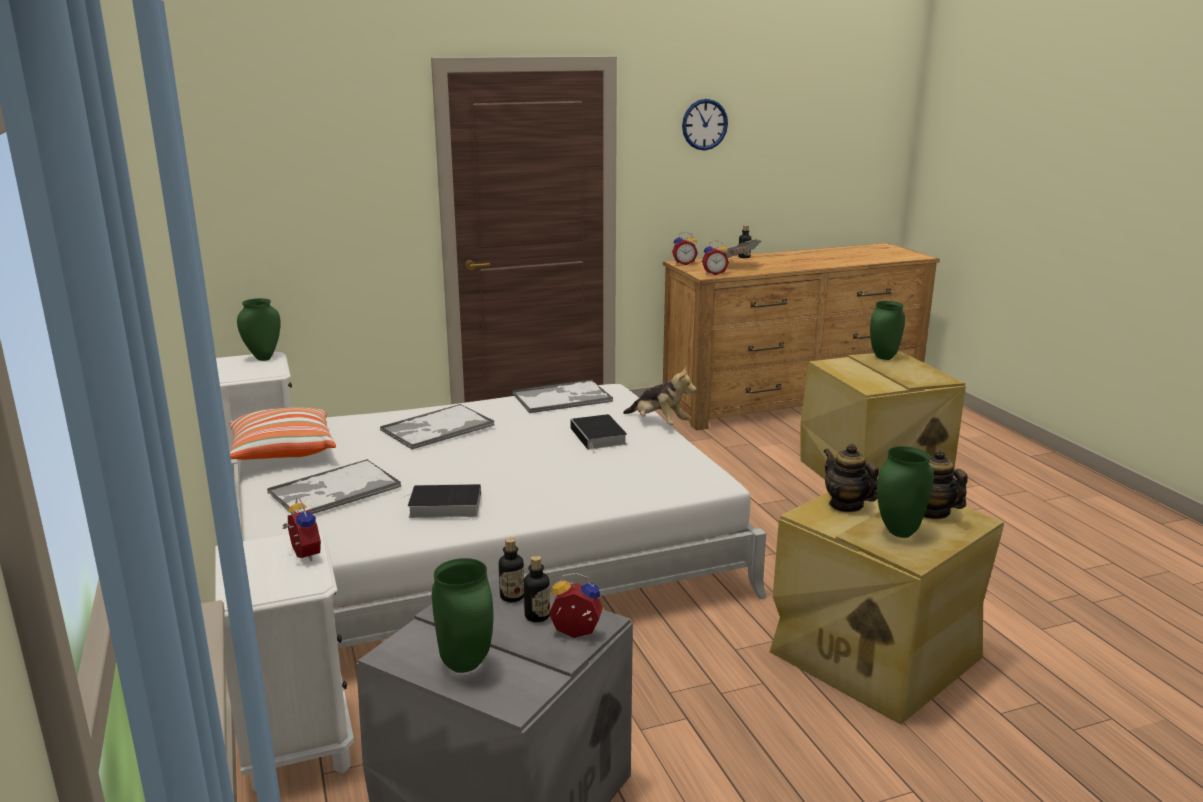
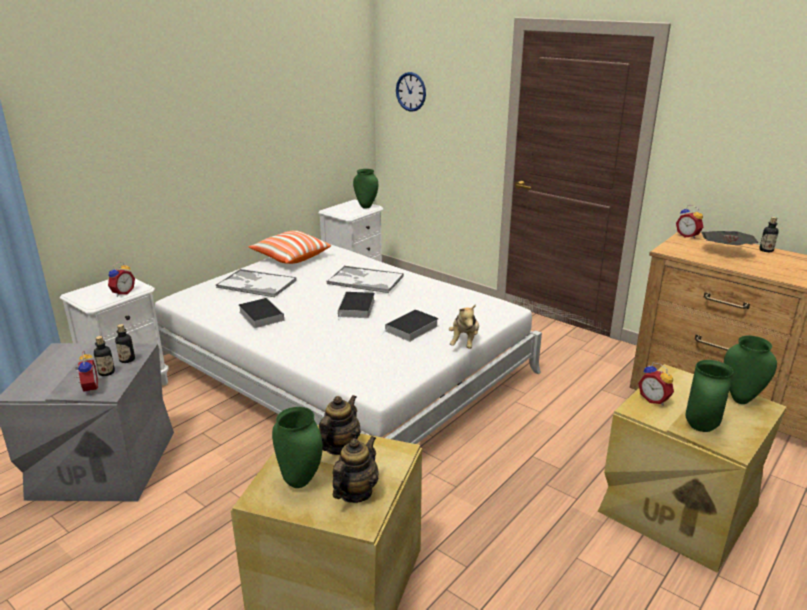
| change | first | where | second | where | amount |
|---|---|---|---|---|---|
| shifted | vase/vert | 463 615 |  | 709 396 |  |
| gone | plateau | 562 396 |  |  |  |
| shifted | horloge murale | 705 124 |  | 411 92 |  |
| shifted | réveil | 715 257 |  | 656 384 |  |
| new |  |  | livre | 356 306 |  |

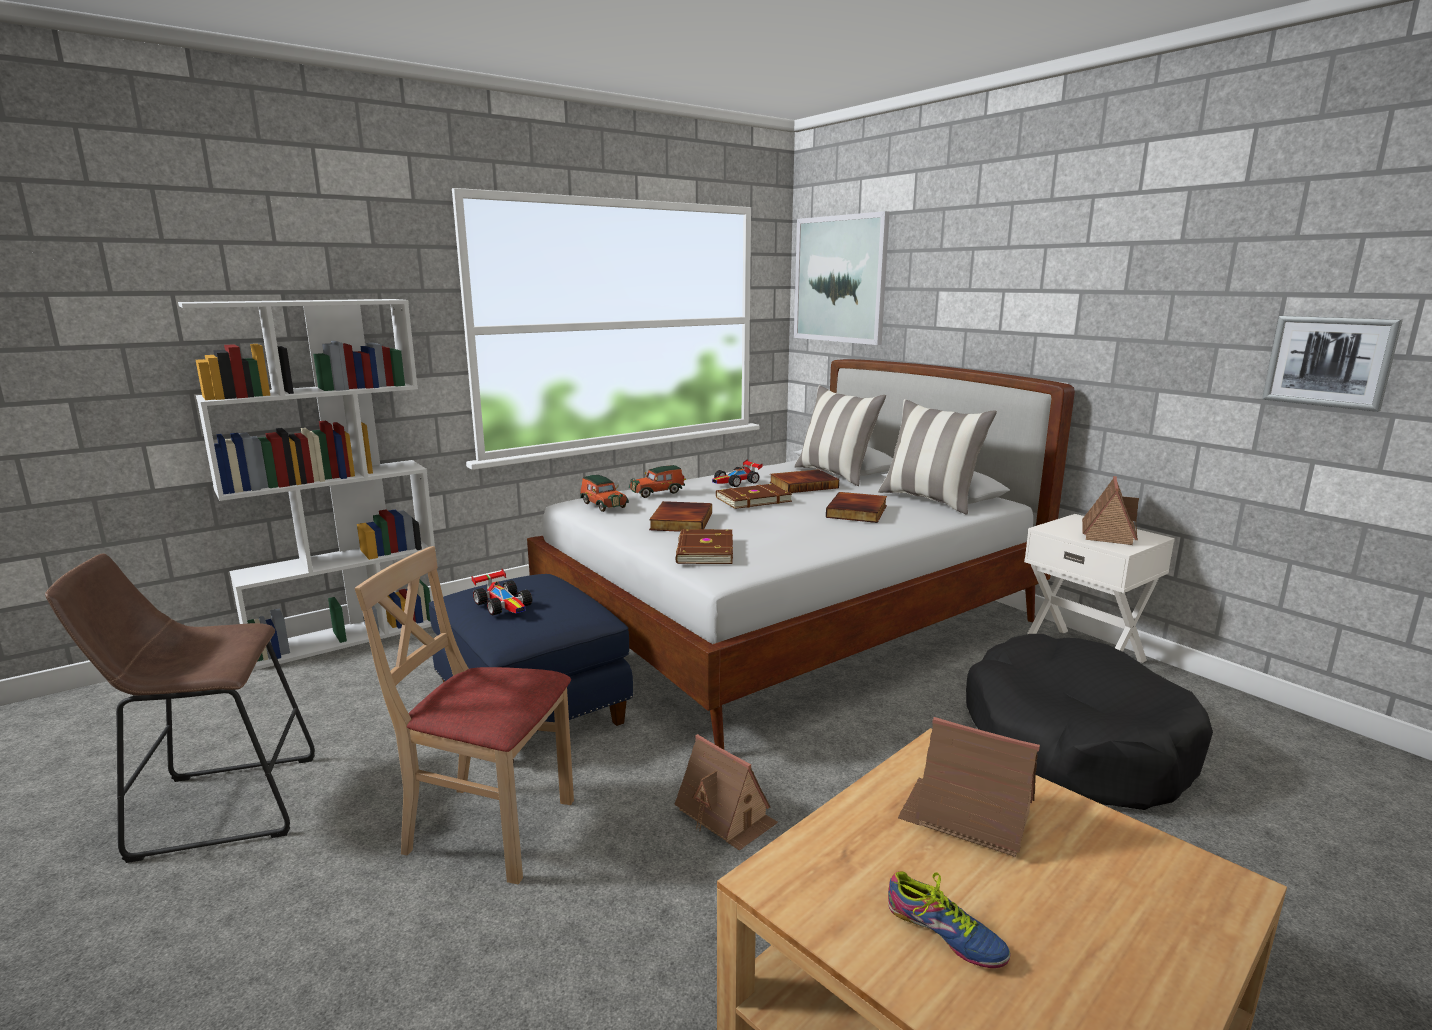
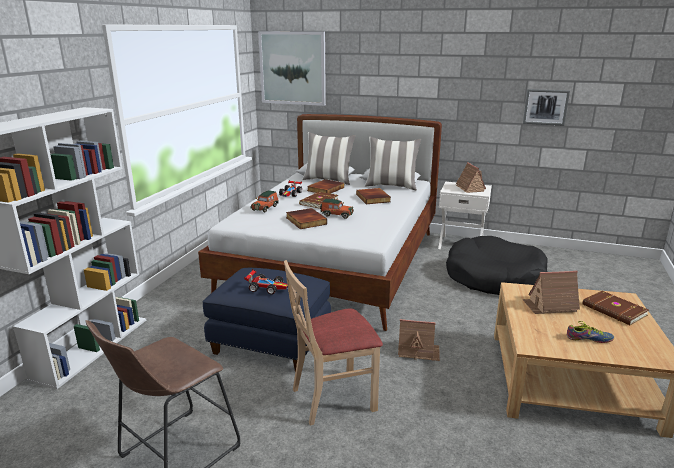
| change | first | where | second | where | amount |
|---|---|---|---|---|---|
| shifted | petite voiture | 604 493 |  | 337 209 |  |
| shifted | livre/marron | 704 546 |  | 615 308 |  |

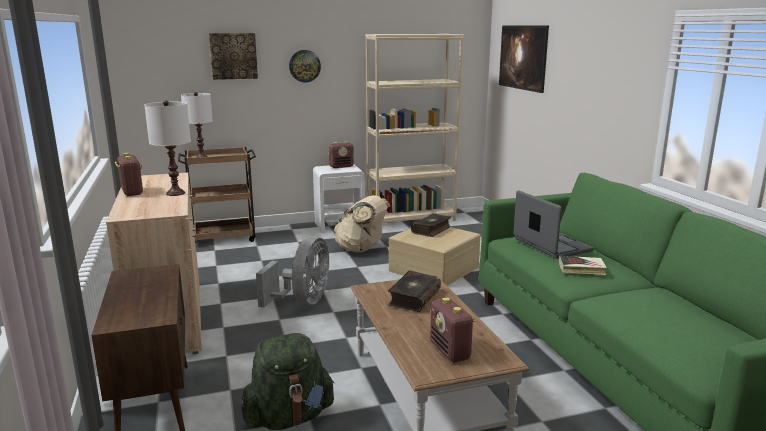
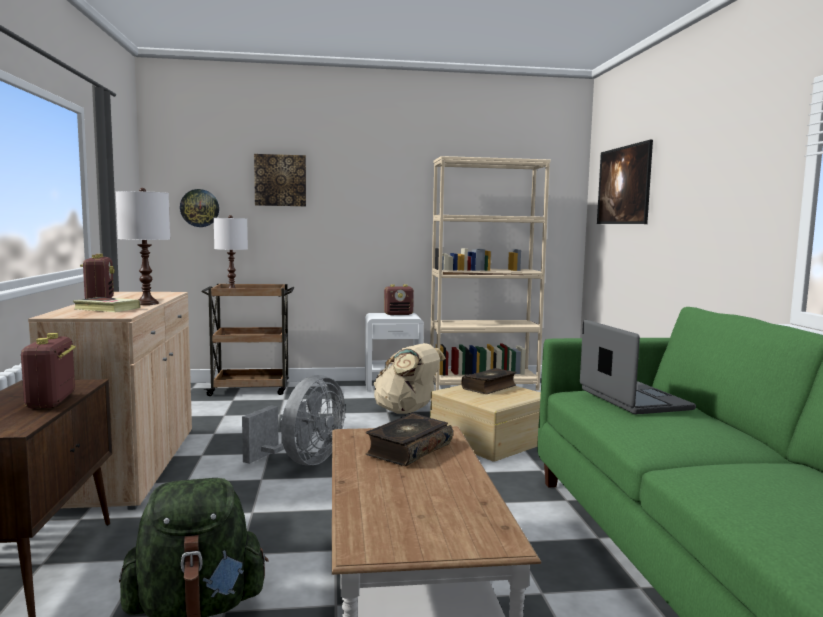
| change | first | where | second | where | amount |
|---|---|---|---|---|---|
| shifted | horloge murale | 305 66 |  | 199 208 |  |
| shifted | radio | 452 329 |  | 48 370 |  |
| shifted | livre | 583 265 |  | 107 304 |  |

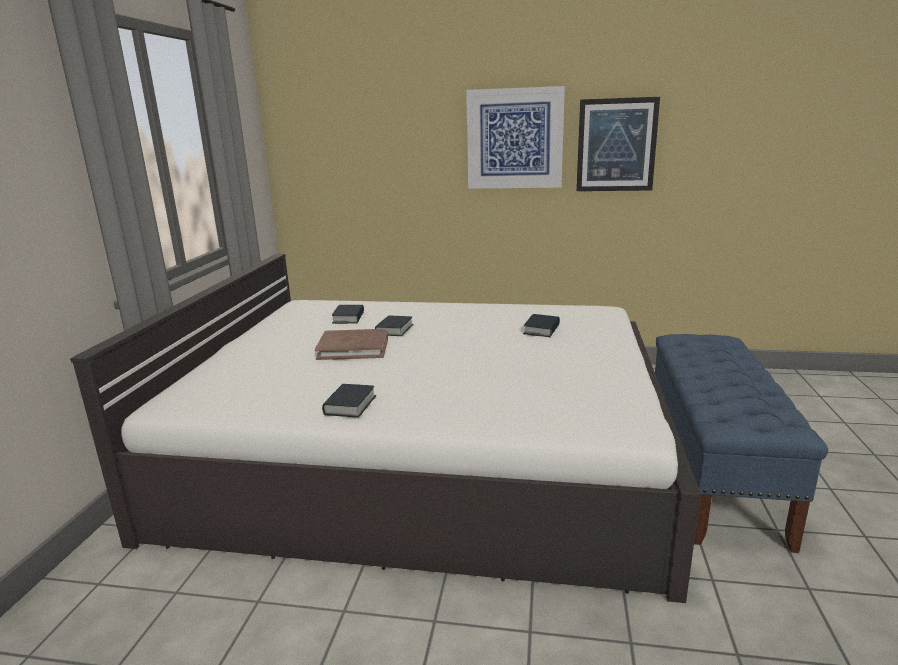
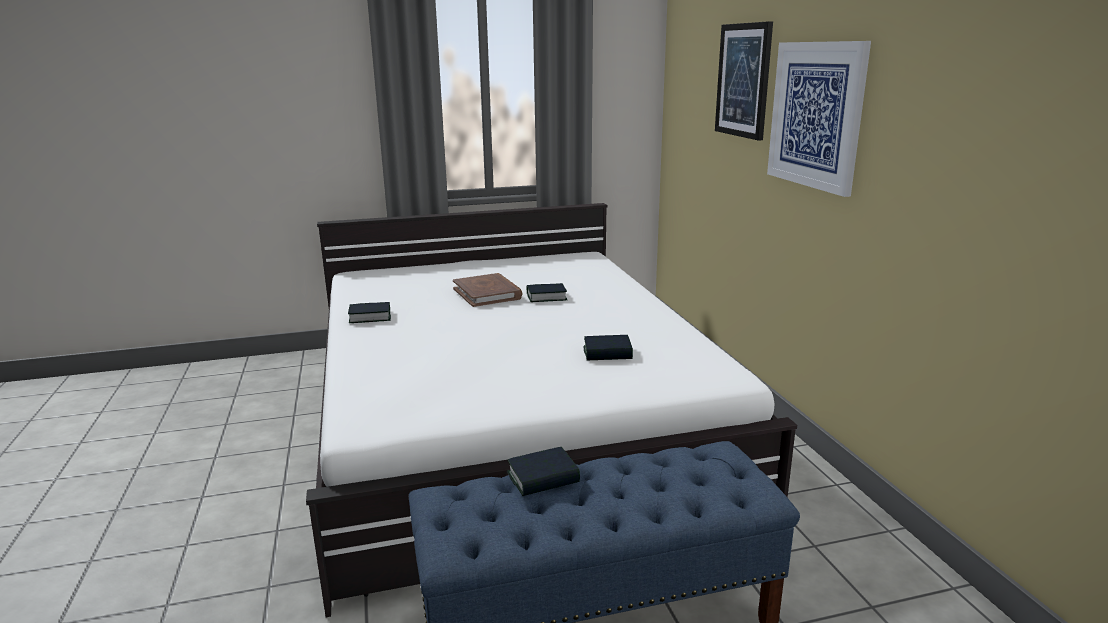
| change | first | where | second | where | amount |
|---|---|---|---|---|---|
| shifted | livre | 348 314 |  | 543 471 |  |
| shifted | tableau | 618 144 |  | 744 80 |  |

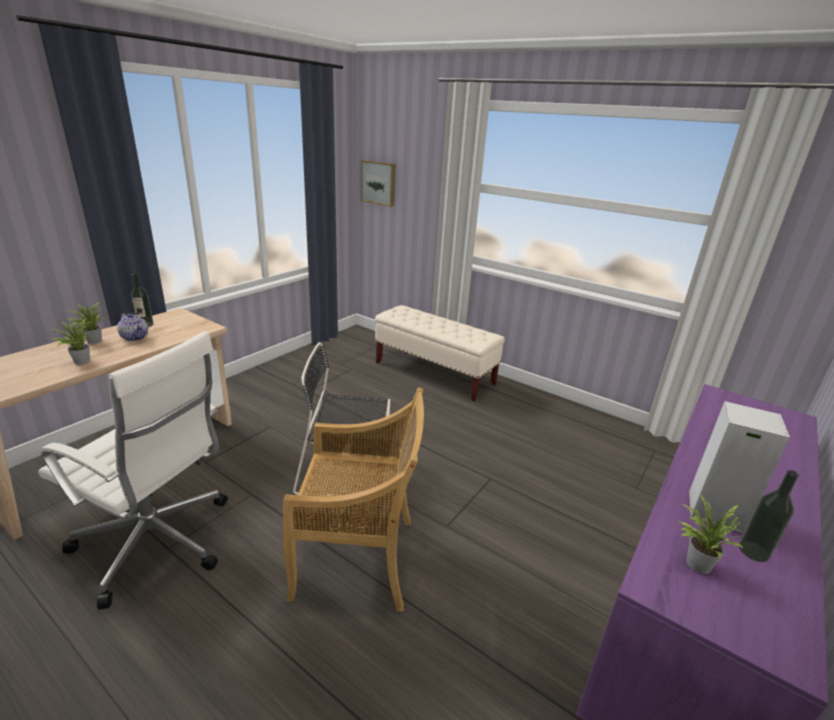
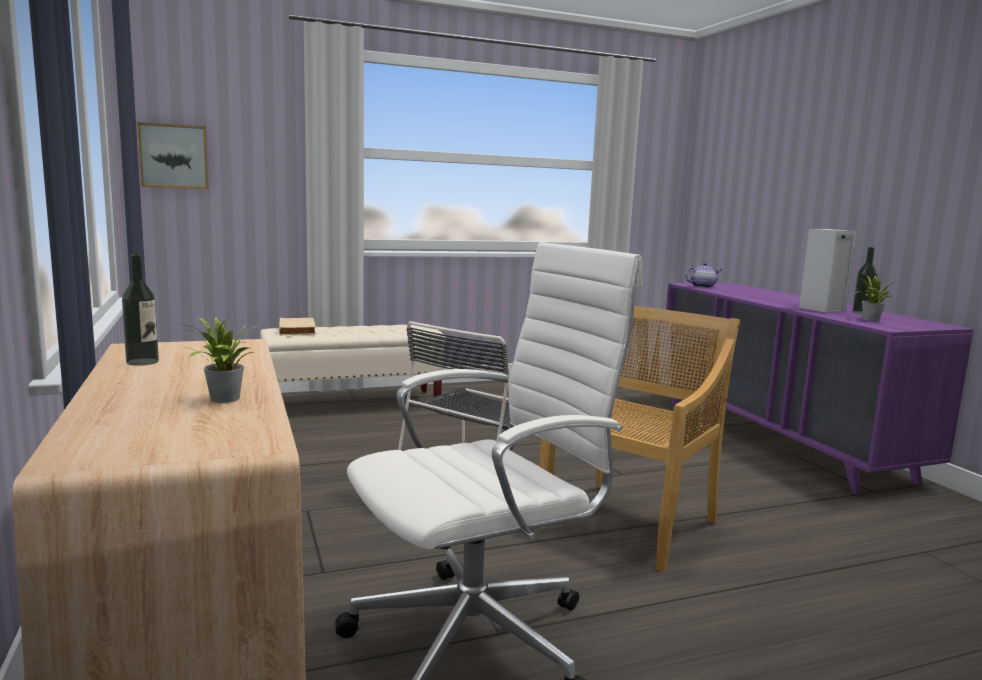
| change | first | where | second | where | amount |
|---|---|---|---|---|---|
| gone | plante en pot | 85 323 |  |  |  |
| shifted | théière | 132 327 |  | 703 275 |  |
| new |  |  | livre/beige | 297 327 |  |

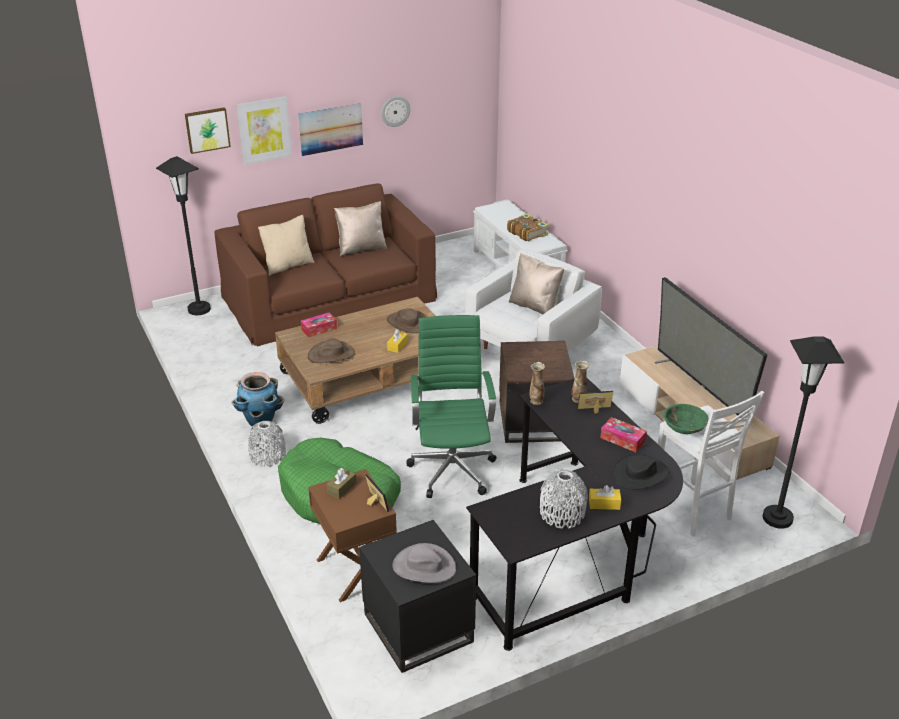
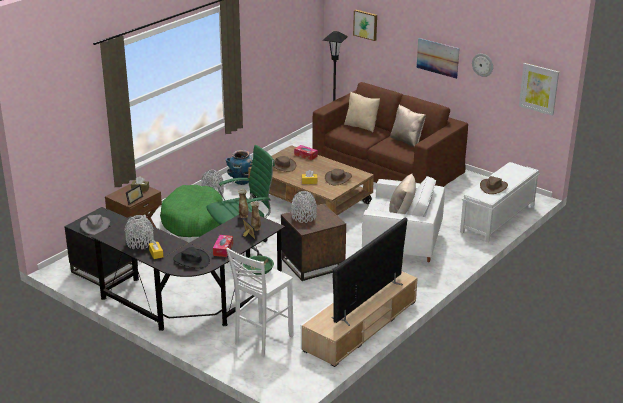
| change | first | where | second | where | amount |
|---|---|---|---|---|---|
| shifted | tableau | 264 130 |  | 539 89 |  |
| swapped | livre | 528 227 | chapeau/marron | 494 185 |  |
| gone | lampadaire/noir | 803 432 |  |  |  |
| new |  |  | vase/gris | 304 207 |  |

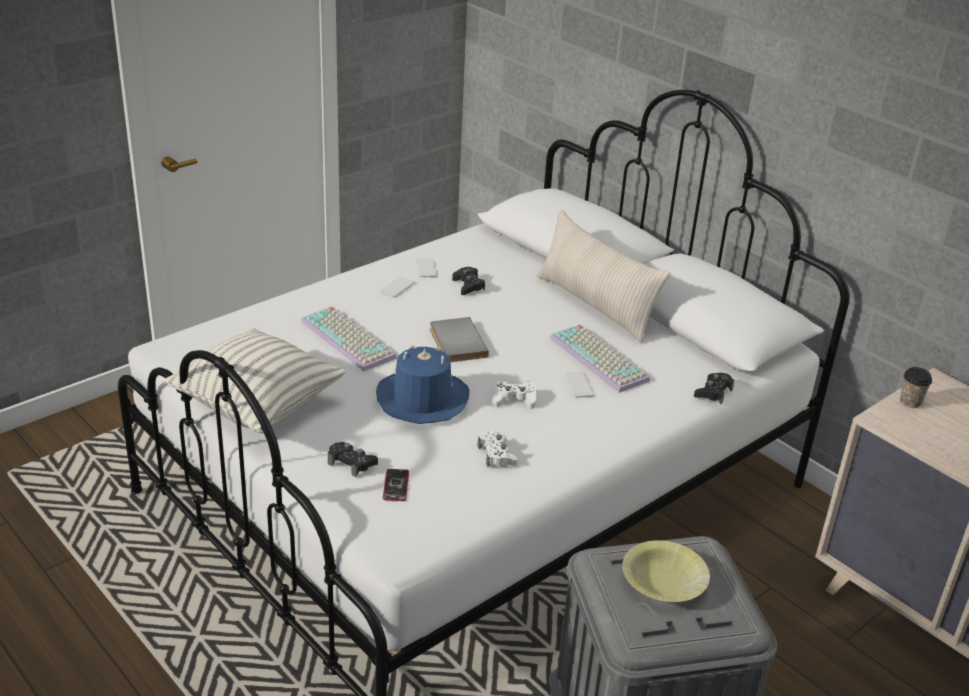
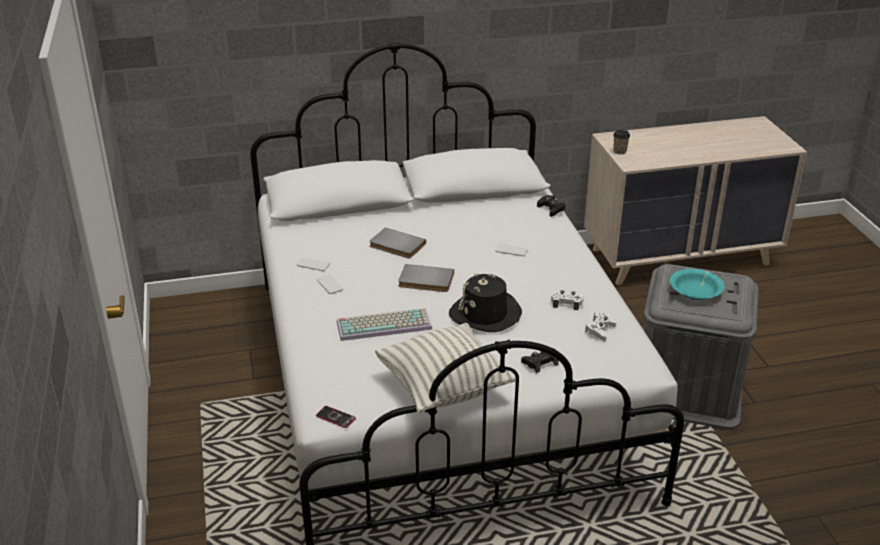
| change | first | where | second | where | amount |
|---|---|---|---|---|---|
| repainted | chapeau/bleu | 423 384 | chapeau/noir | 485 302 |  |
| shifted | téléphone | 396 485 |  | 336 417 |  |
| gone | manette/noir | 468 281 |  |  |  |
| shifted | manette/blanc | 514 394 |  | 600 326 |  |
| gone | coussin/beige | 603 276 |  |  |  |
| gone | clavier | 600 359 |  |  |  |
| repainted | bol/jaune | 666 571 | bol/turquoise | 697 284 |  |
| new |  |  | livre/gris | 398 243 |  |

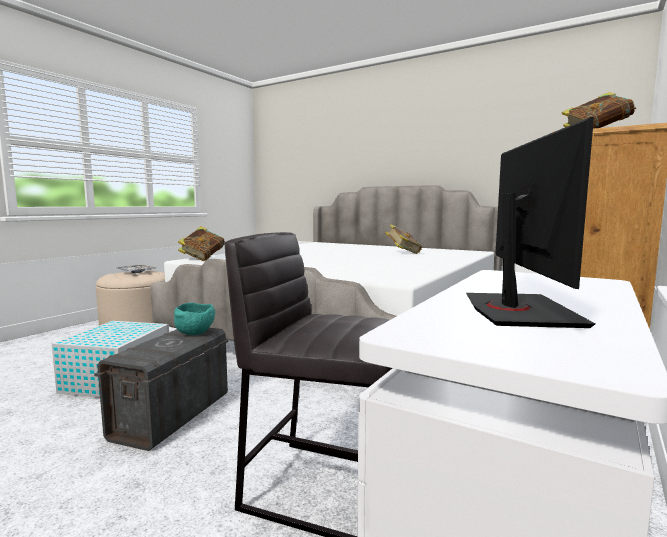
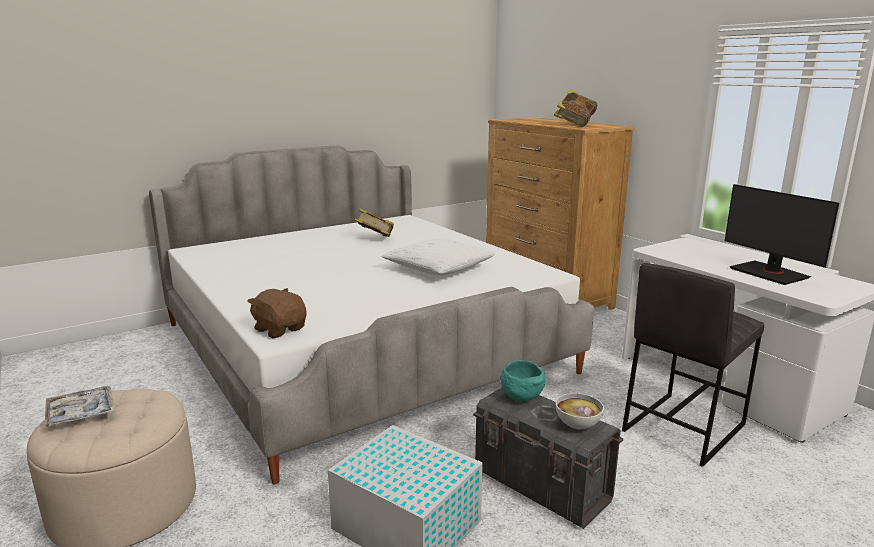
| change | first | where | second | where | amount |
|---|---|---|---|---|---|
| swapped | livre | 201 243 | peluche/marron | 276 313 |  |
| rotated | écran d'ordinateur | 530 222 |  | 782 234 | 150 degrees counterclockwise |
| new |  |  | coussin/blanc | 438 257 |  |
| new |  |  | bol | 580 411 |  |

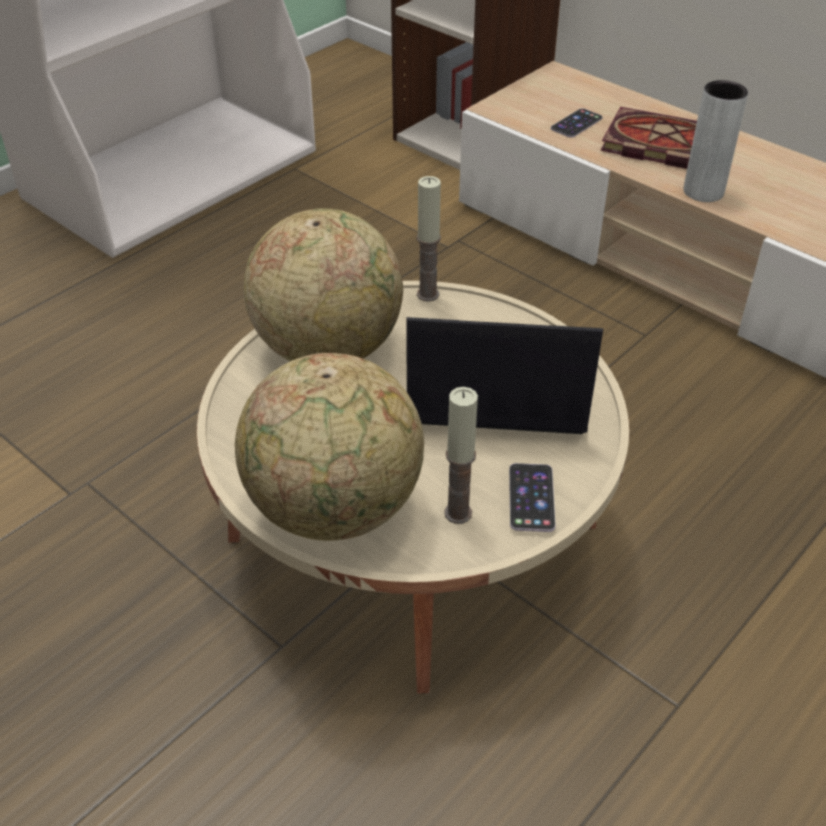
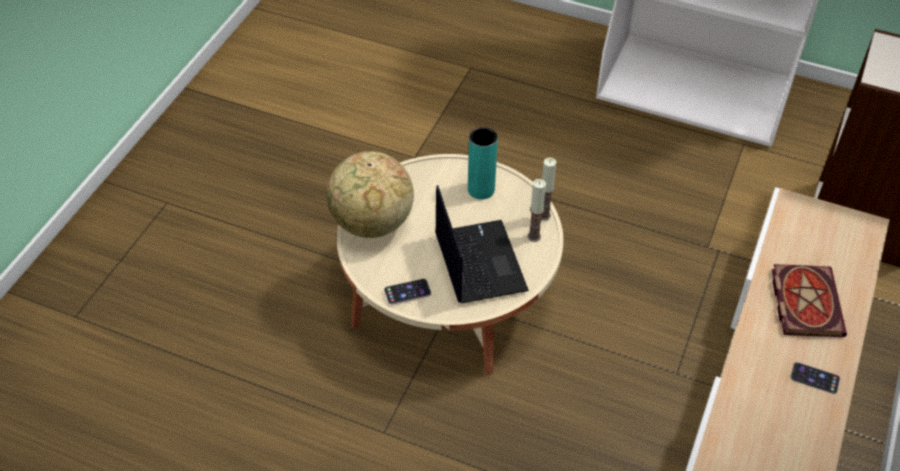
| change | first | where | second | where | amount |
|---|---|---|---|---|---|
| swapped | globe | 323 285 | vase/turquoise | 483 163 |  |
| shifted | bougie | 461 455 |  | 537 210 |  |
| shifted | téléphone | 576 123 |  | 815 378 |  |
| gone | vase/gris | 715 141 |  |  |  |

